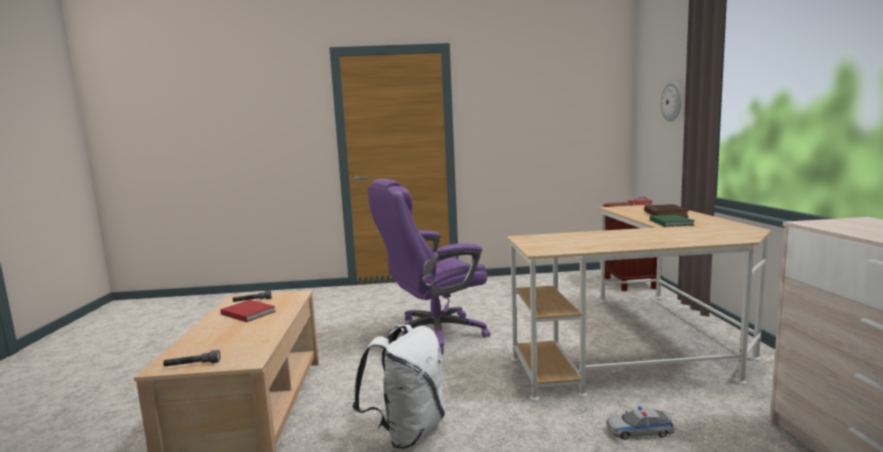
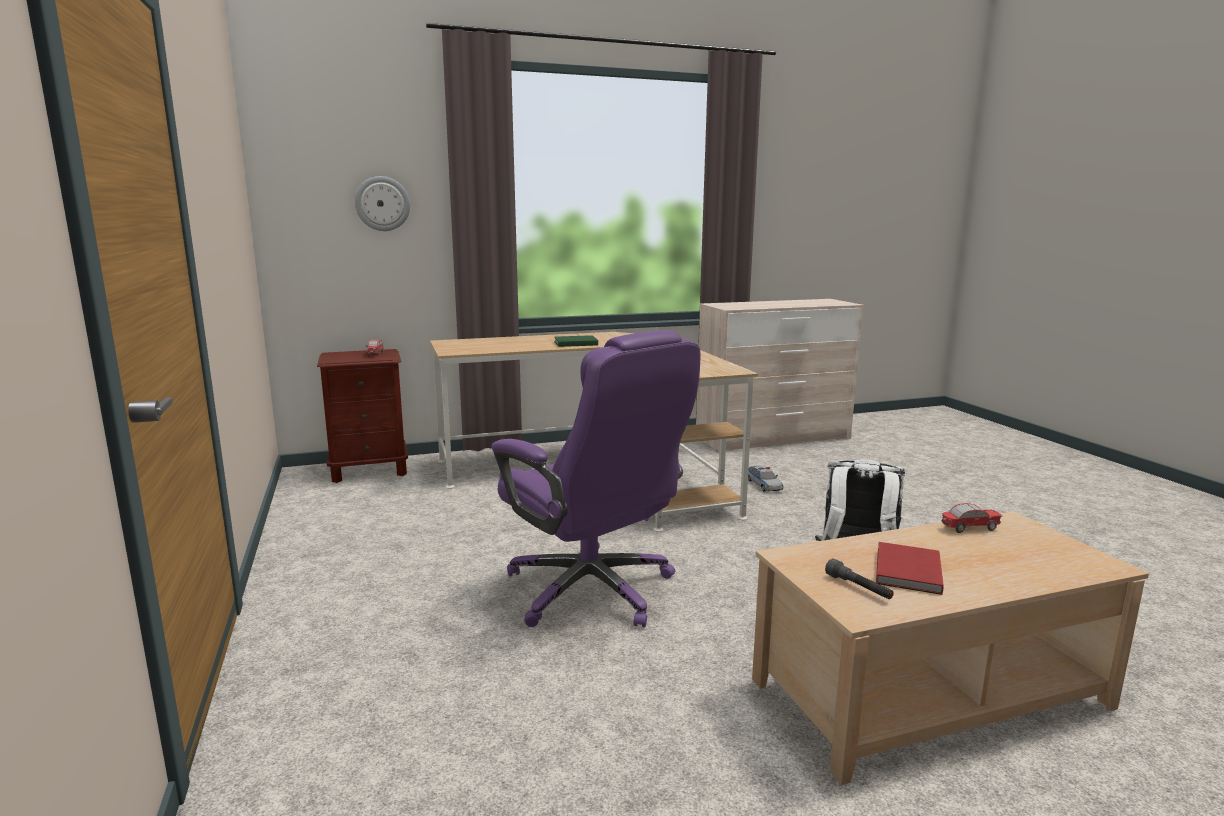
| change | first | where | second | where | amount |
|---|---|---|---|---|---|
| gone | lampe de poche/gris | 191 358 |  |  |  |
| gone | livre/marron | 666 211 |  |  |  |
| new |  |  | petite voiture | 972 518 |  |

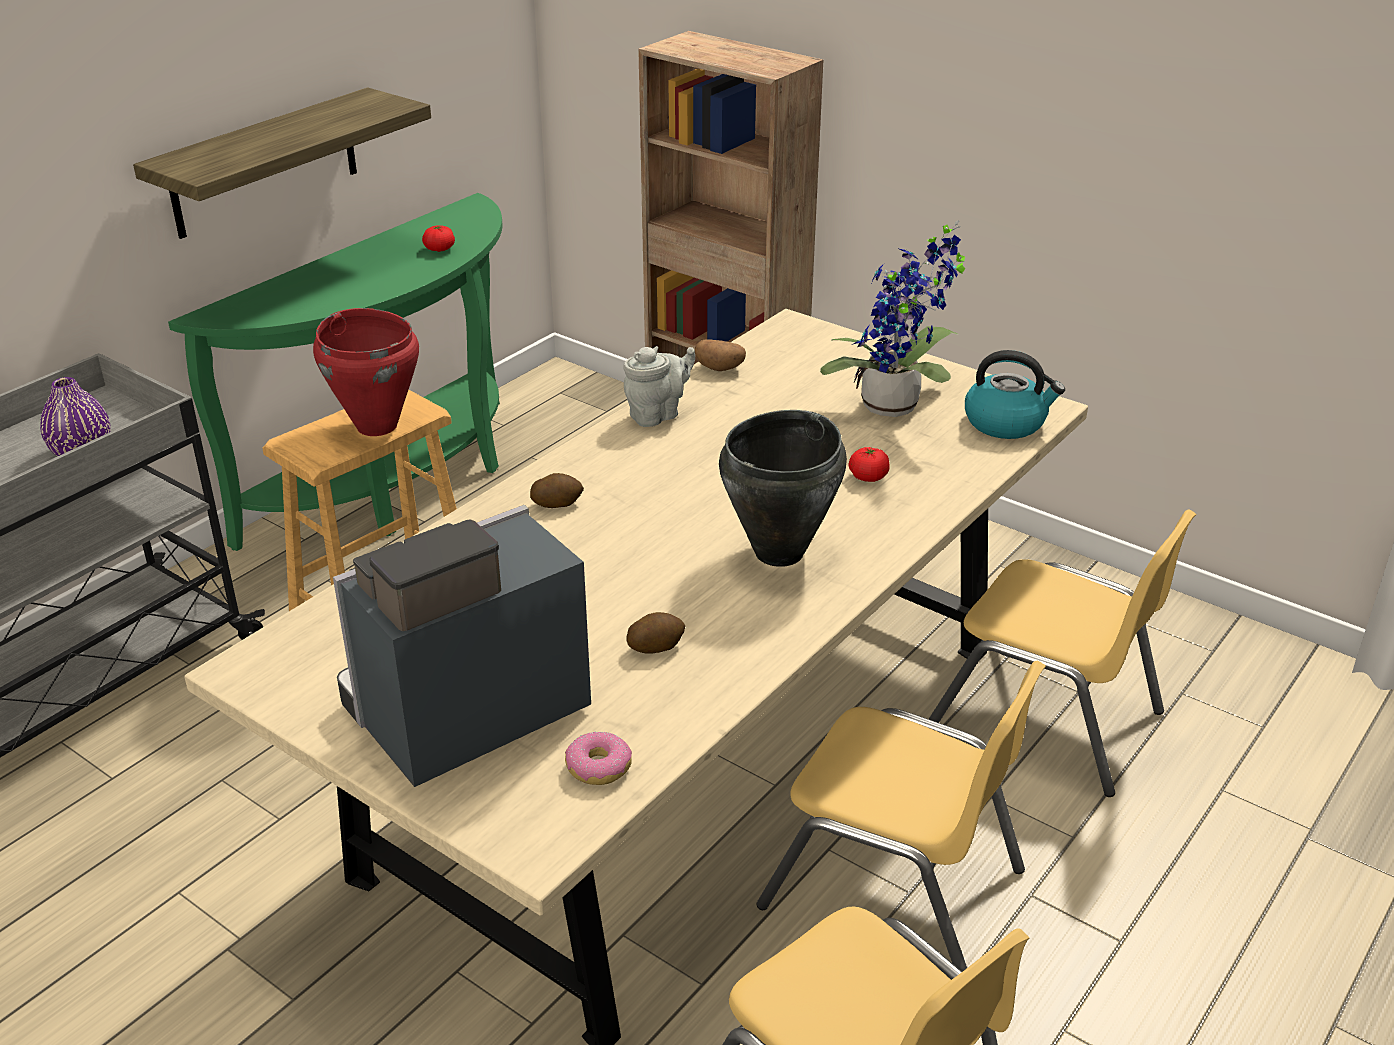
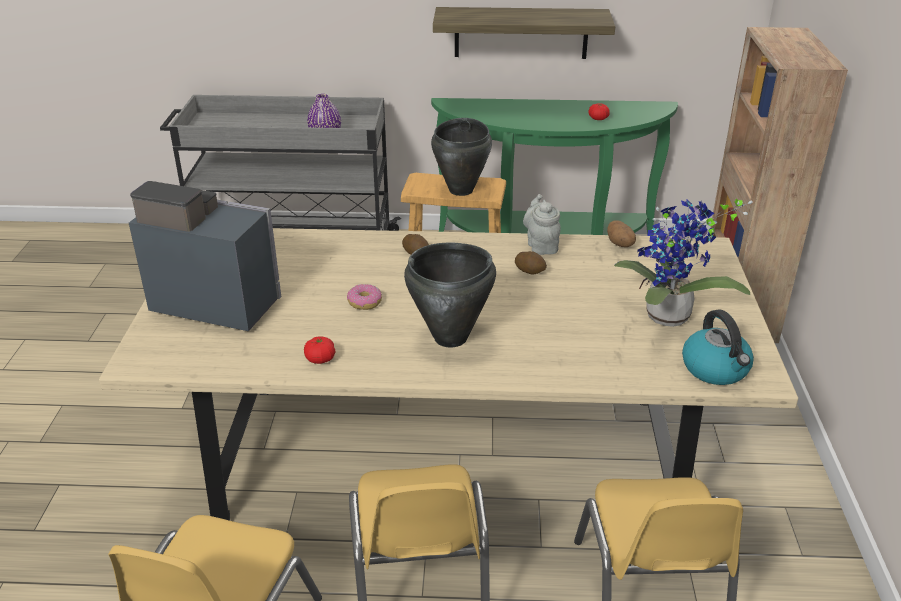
| change | first | where | second | where | amount |
|---|---|---|---|---|---|
| repainted | marmite/rouge | 366 372 | marmite/noir | 461 157 |  |
| shifted | beignet | 598 758 |  | 364 297 |  |
| rotated | théière/gris | 659 386 |  | 542 224 | 120 degrees counterclockwise |
| shifted | pomme de terre | 656 633 |  | 531 262 |  |
| shifted | tomate | 869 464 |  | 319 350 |  |

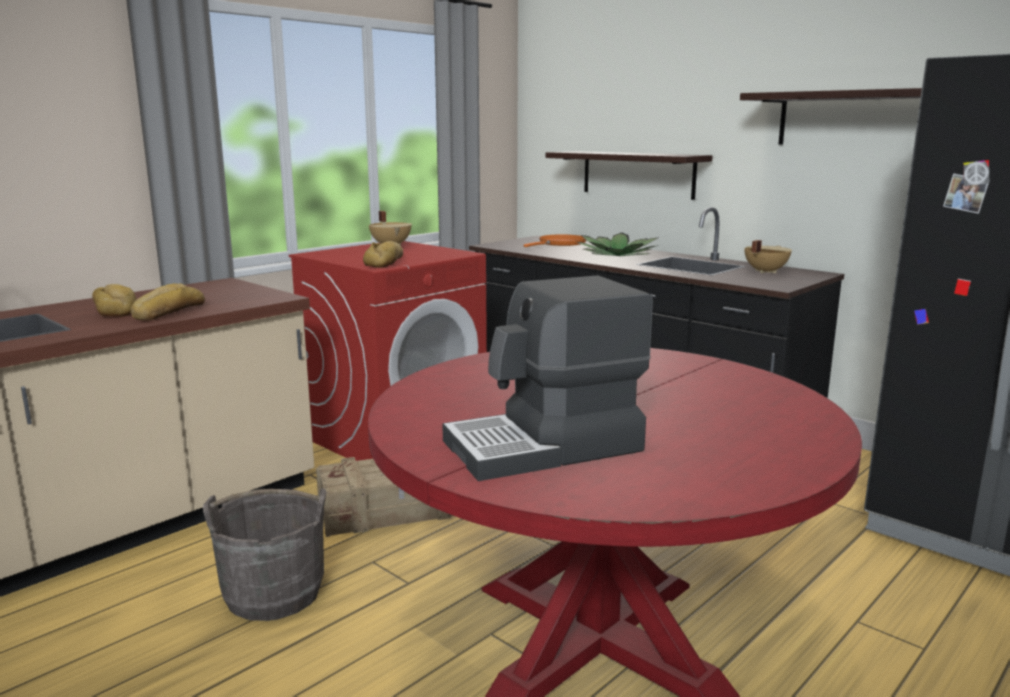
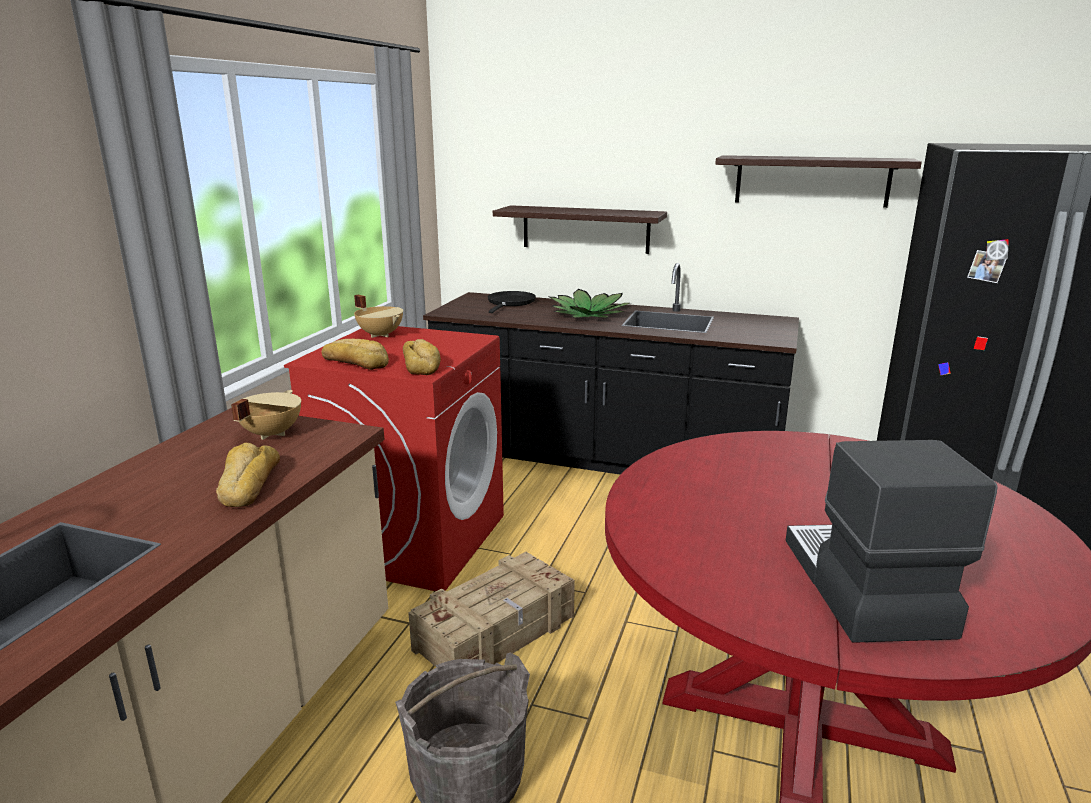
| change | first | where | second | where | amount |
|---|---|---|---|---|---|
| shifted | pain | 114 300 |  | 355 354 |  |
| rotated | machine à café | 547 378 |  | 891 541 | 135 degrees clockwise |
| repainted | poêle/orange | 555 240 | poêle/noir | 512 302 |  |
| shifted | marmite/beige | 768 256 |  | 266 415 |  |

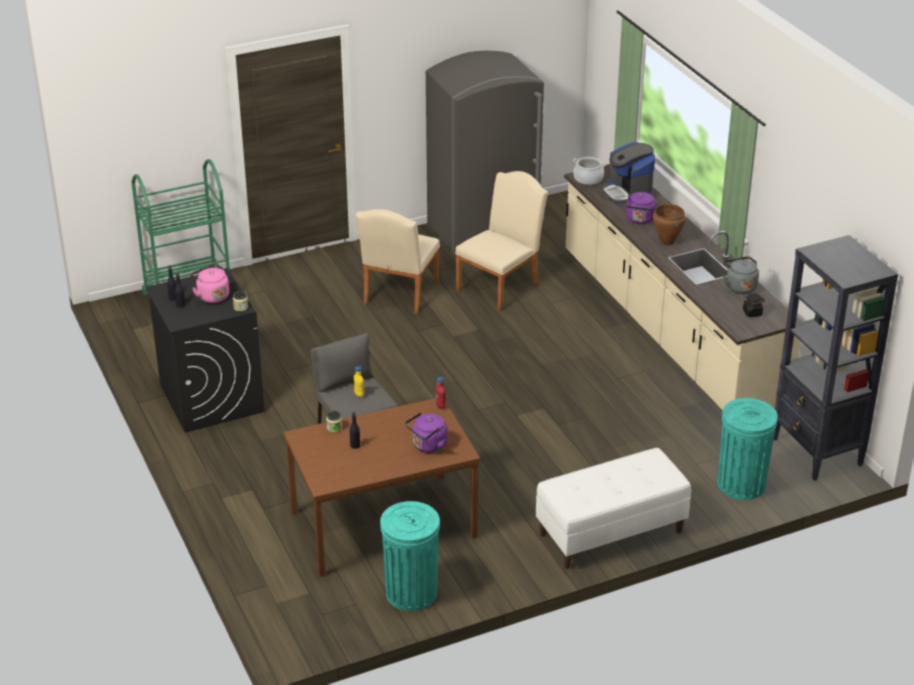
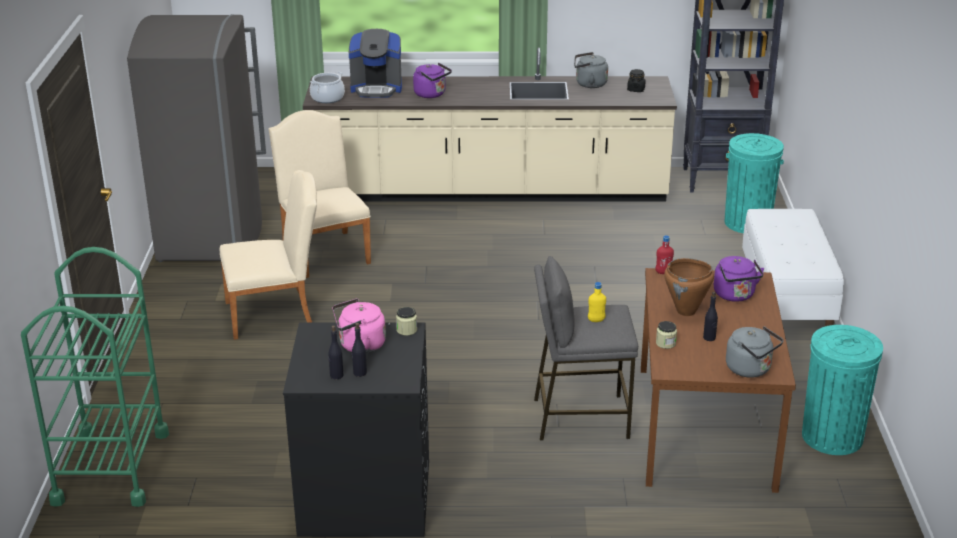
| change | first | where | second | where | amount |
|---|---|---|---|---|---|
| rotated | chaise/beige | 398 261 |  | 268 255 | 60 degrees counterclockwise |
| shifted | marmite/marron | 669 225 |  | 689 287 |  |
| new |  |  | bouilloire/gris | 755 352 |  |

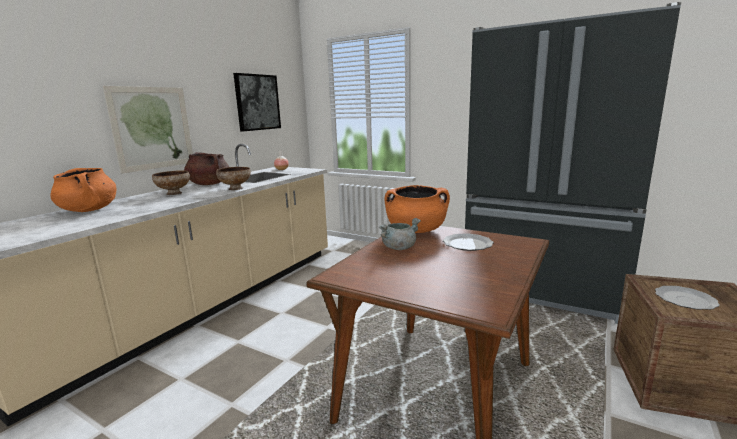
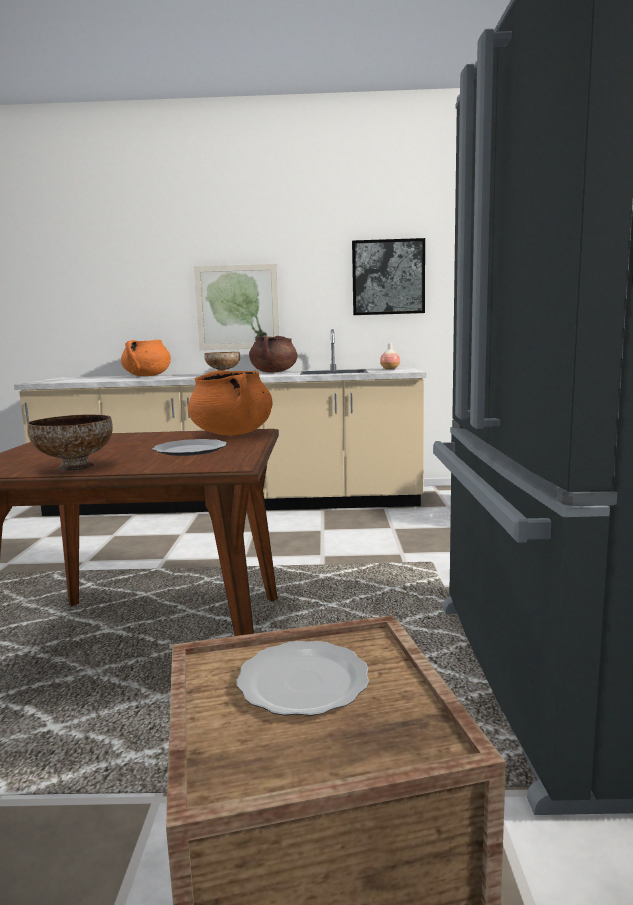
| change | first | where | second | where | amount |
|---|---|---|---|---|---|
| shifted | bol | 233 178 |  | 70 443 |  |
| gone | marmite/gris | 400 234 |  |  |  |

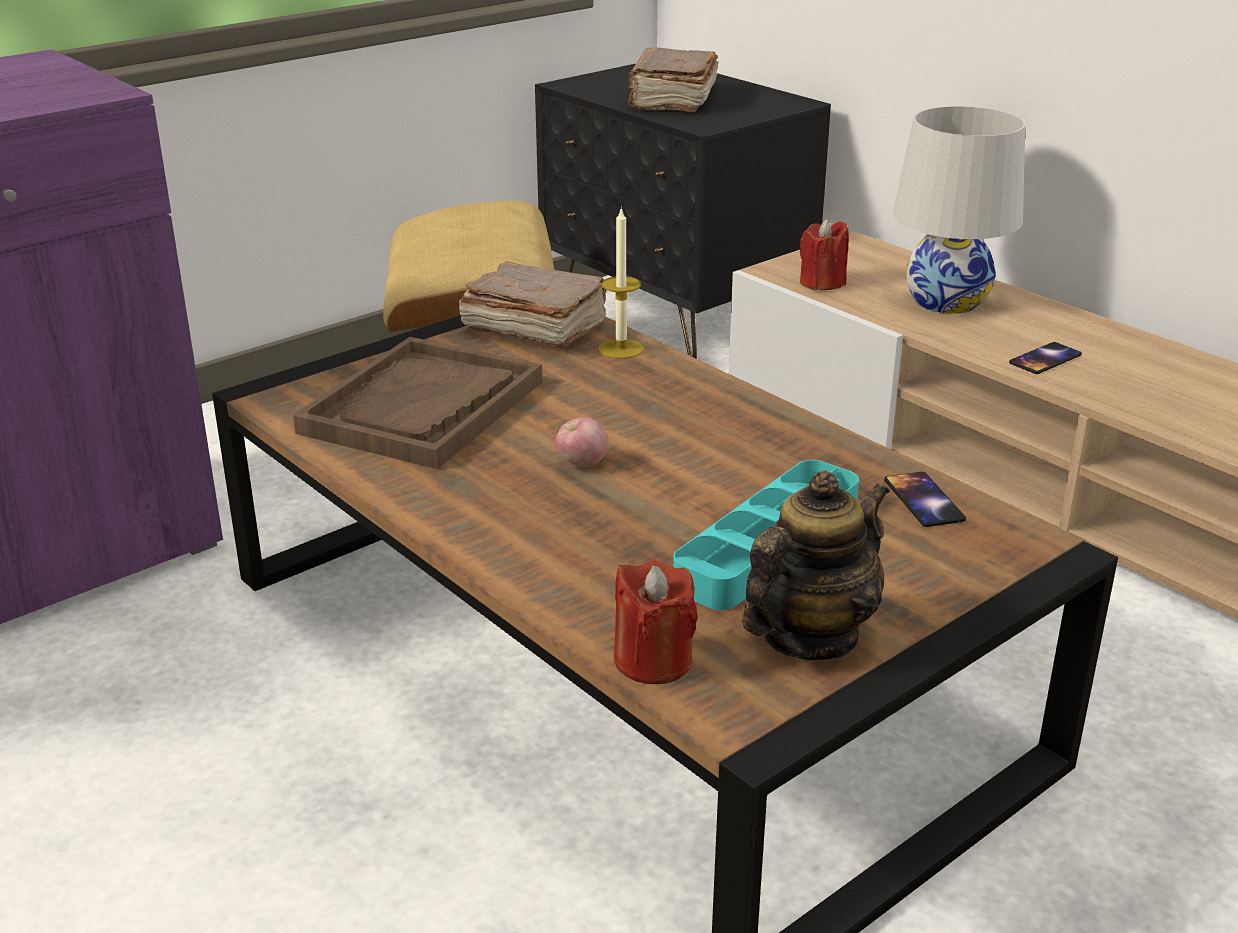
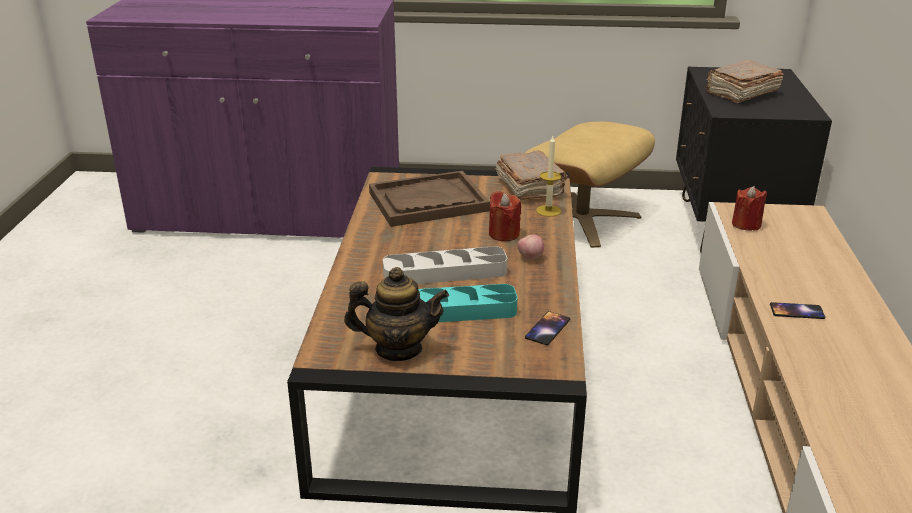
| change | first | where | second | where | amount |
|---|---|---|---|---|---|
| shifted | pomme | 582 442 |  | 530 247 |  |
| shifted | bougie/rouge | 656 622 |  | 505 216 |  |
| gone | lampe de table/blanc | 959 210 |  |  |  |
| new |  |  | plateau/gris | 445 265 |  |

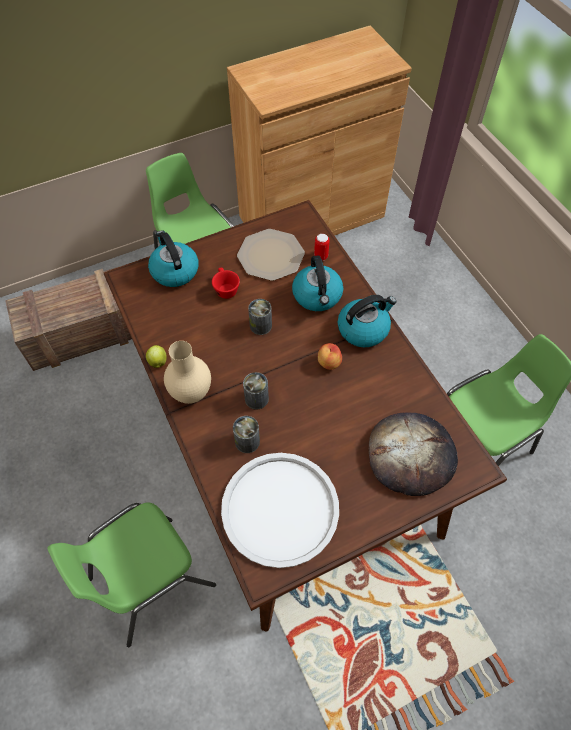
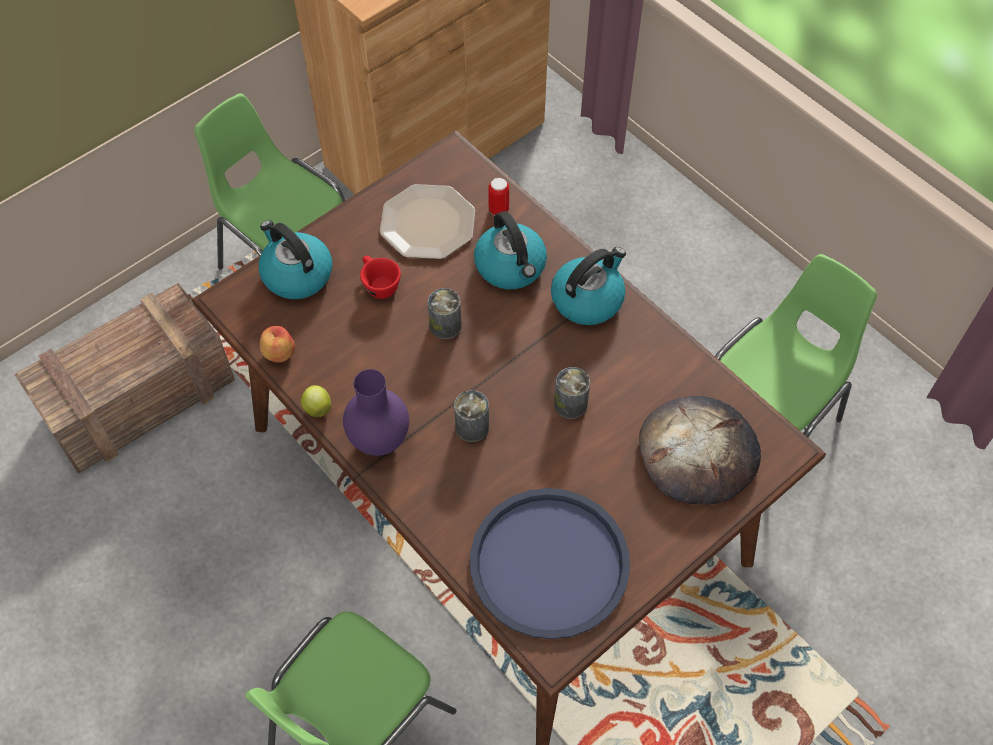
| change | first | where | second | where | amount |
|---|---|---|---|---|---|
| repainted | vase/beige | 187 372 | vase/violet | 376 412 |  |
| repainted | plateau/blanc | 280 510 | plateau/bleu | 550 563 |  |
| shifted | boîte métallique | 246 434 |  | 572 393 |  |
| shifted | pomme | 330 356 |  | 277 344 |  |

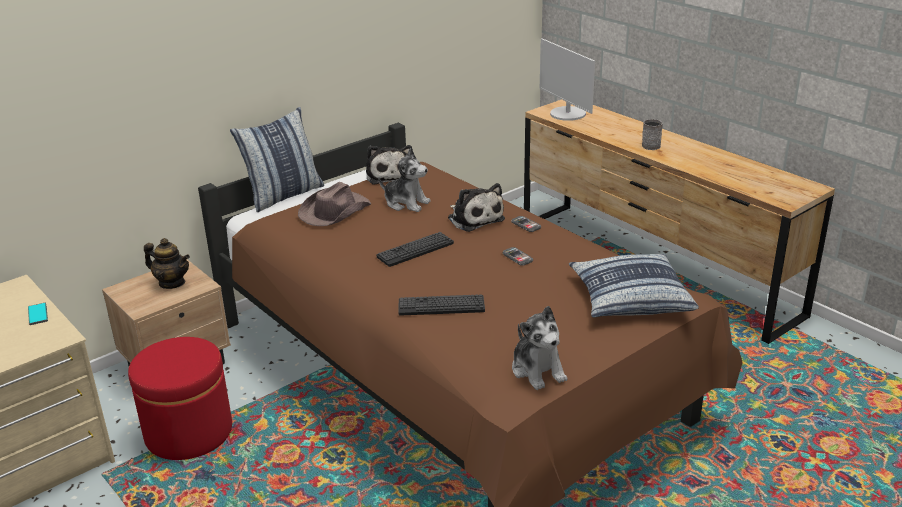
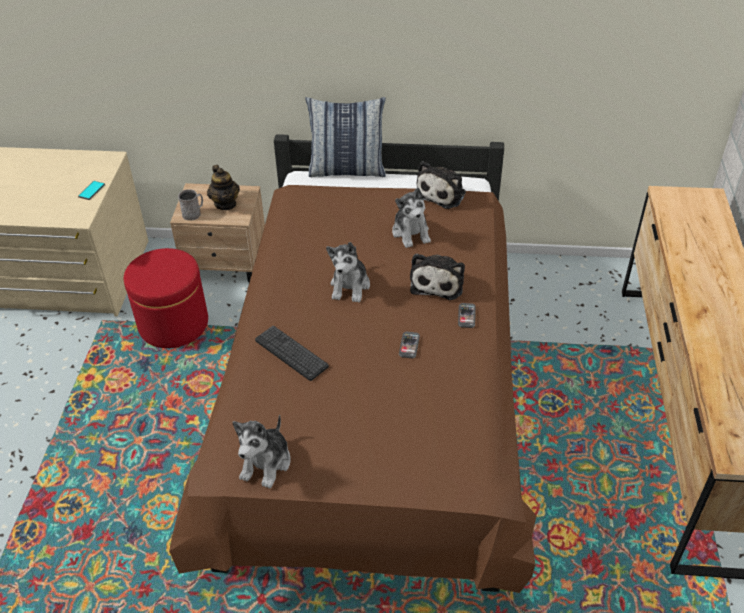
| change | first | where | second | where | amount |
|---|---|---|---|---|---|
| gone | chapeau/marron | 334 204 |  |  |  |
| swapped | clavier | 415 249 | peluche | 348 272 |  |
| gone | écran d'ordinateur | 567 79 |  |  |  |
| gone | coussin | 634 285 |  |  |  |
| shifted | mug/gris | 652 134 |  | 190 205 |  |

